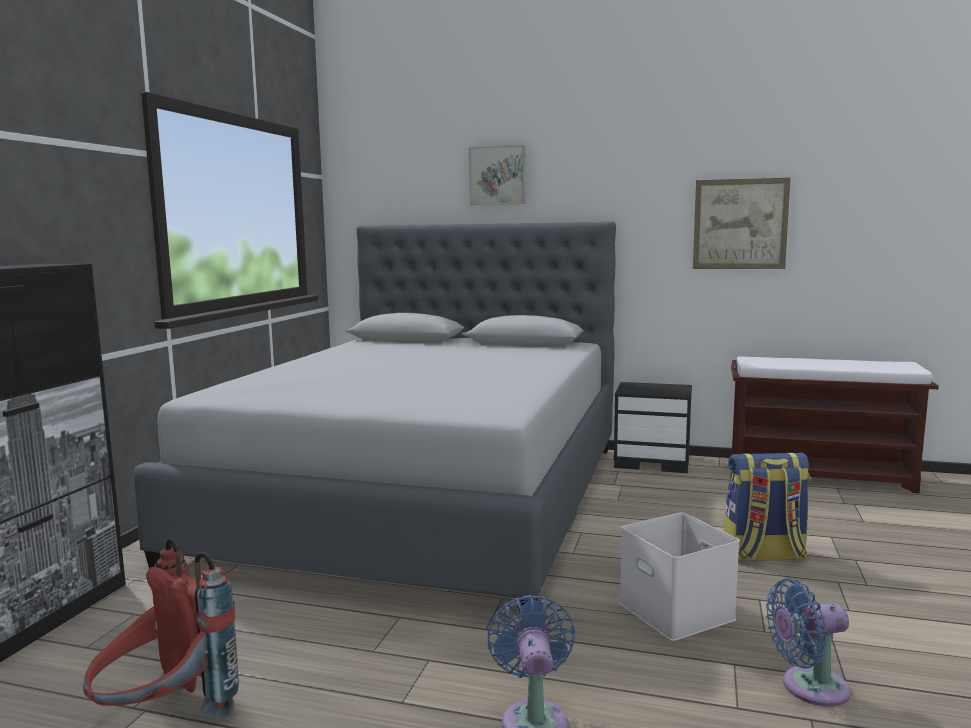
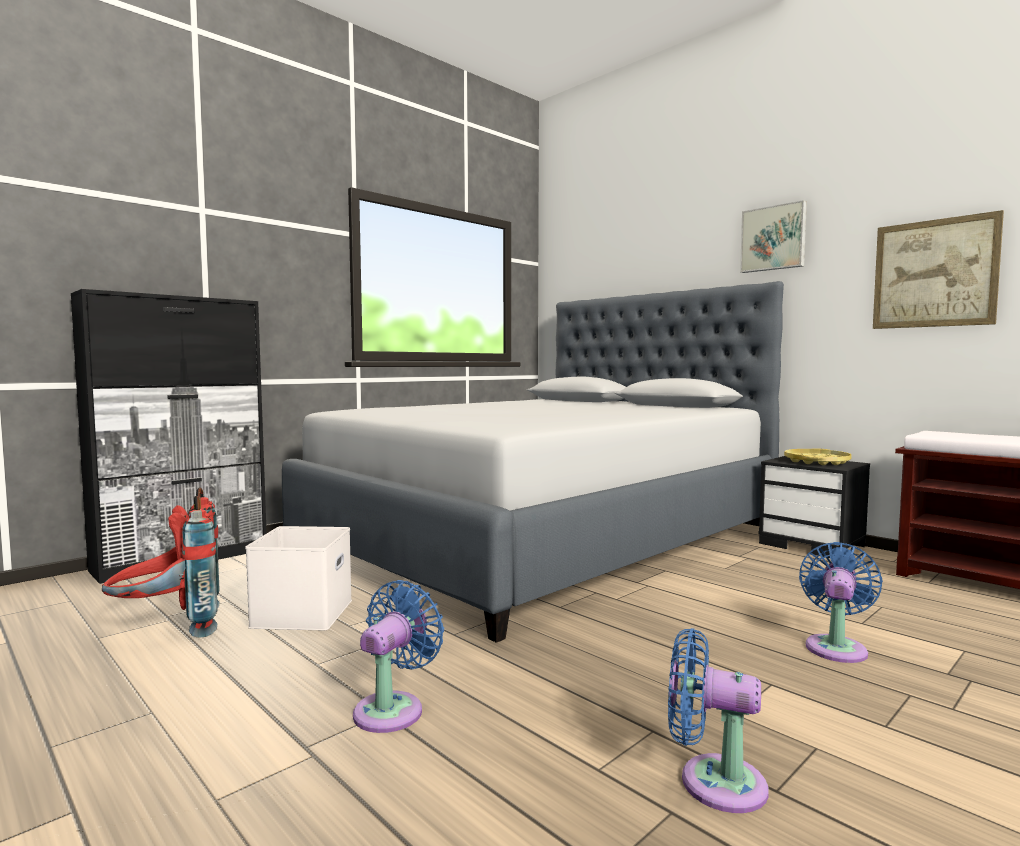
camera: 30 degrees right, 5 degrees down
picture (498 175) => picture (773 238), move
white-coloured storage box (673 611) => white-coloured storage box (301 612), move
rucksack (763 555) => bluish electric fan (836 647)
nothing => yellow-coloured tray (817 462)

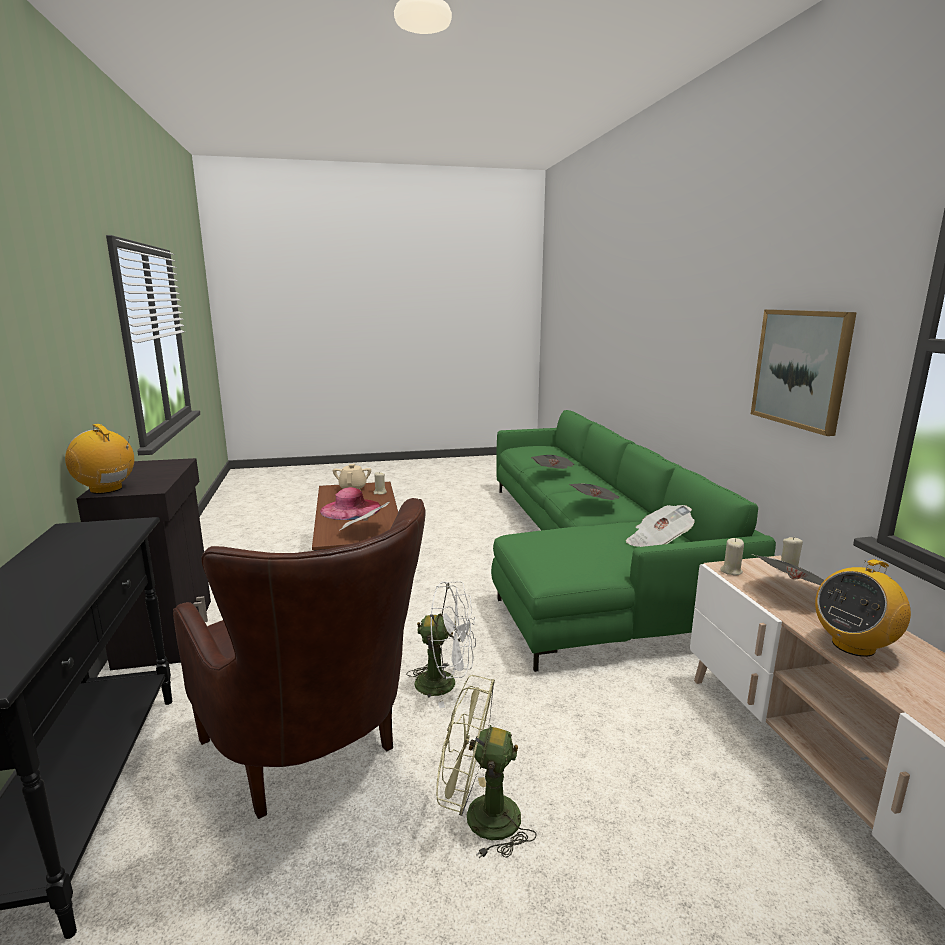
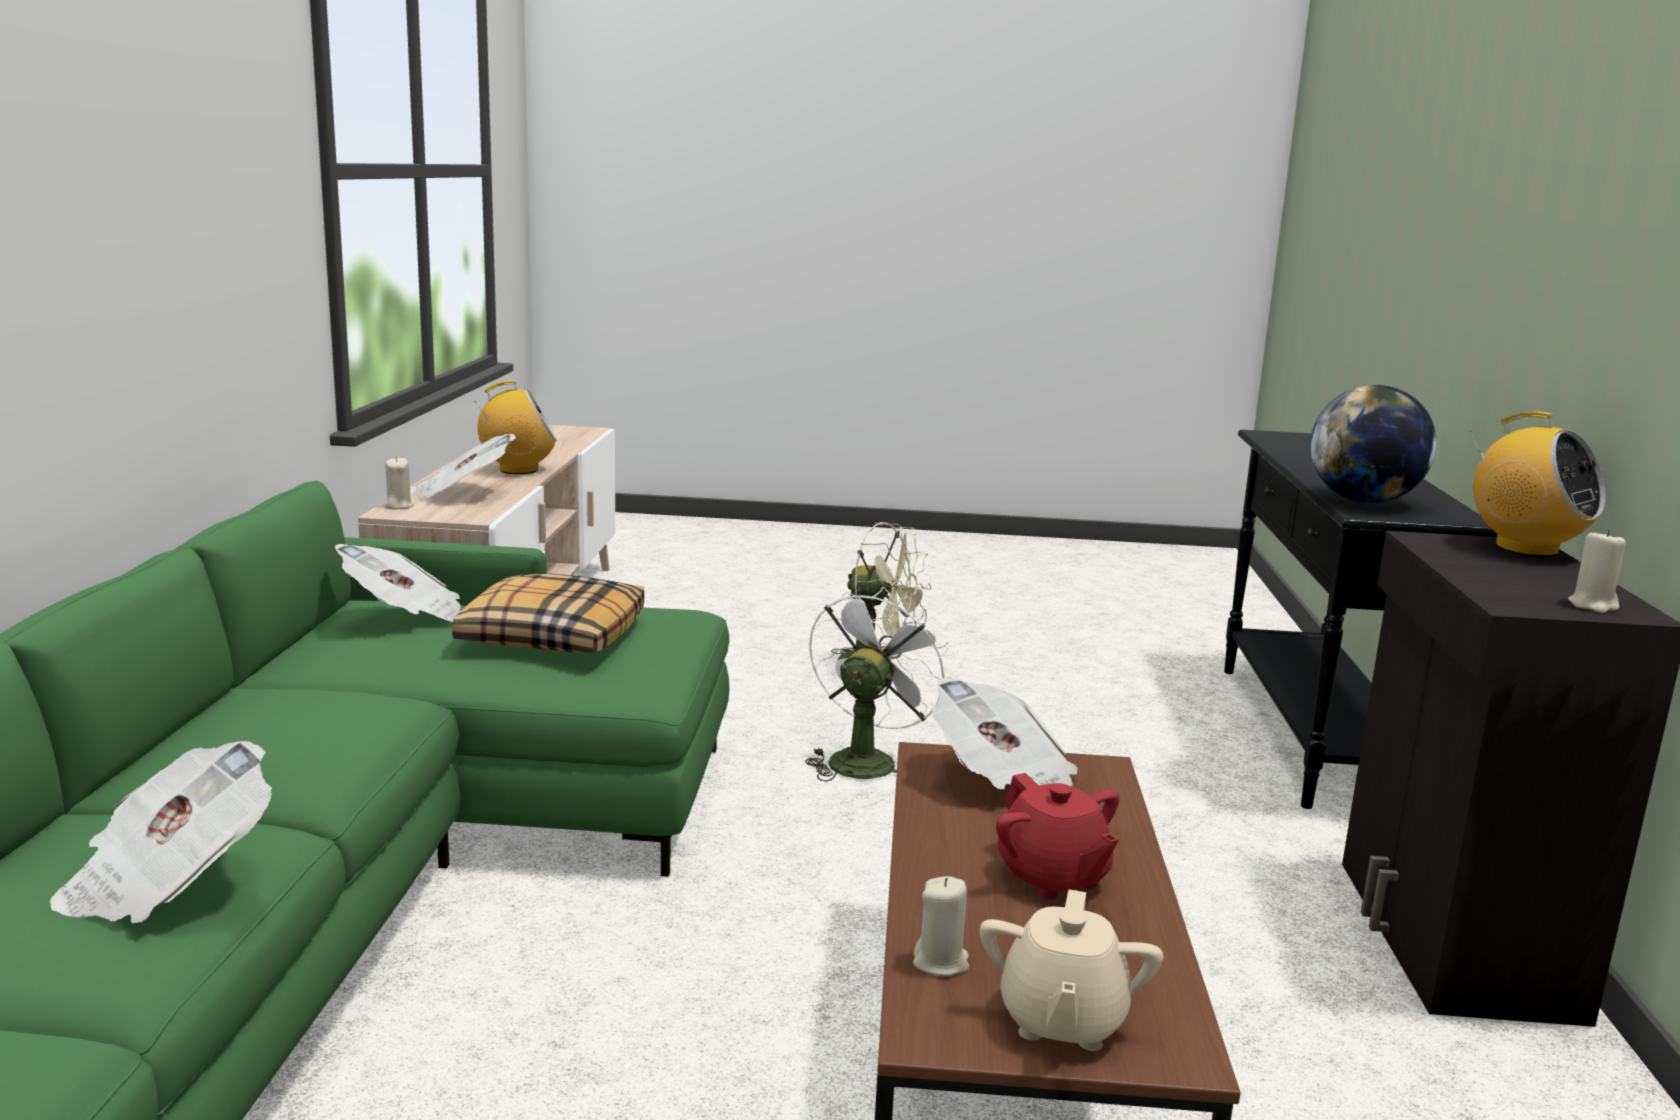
camera: 165 degrees left, 0 degrees up
brown-coloured armchair (313 759) => nothing
pinkish wearable hat (350 509) => red-coloured teapot (1052 878)
white-coloured electric fan (445 684) => white-coloured electric fan (865 759), 90 degrees clockwise
daily paper (595 505) => nothing
beige-coloured candle (731 571) => beige-coloured candle (1593 605), move
picture (801 368) => nothing
nothing => pillow (551 636)
nothing => globe (1363 501)

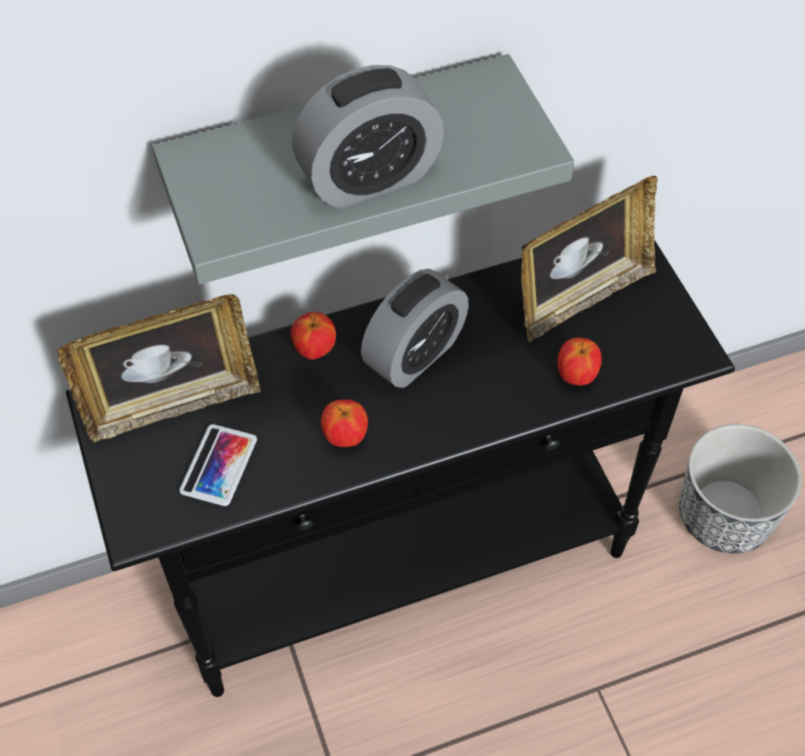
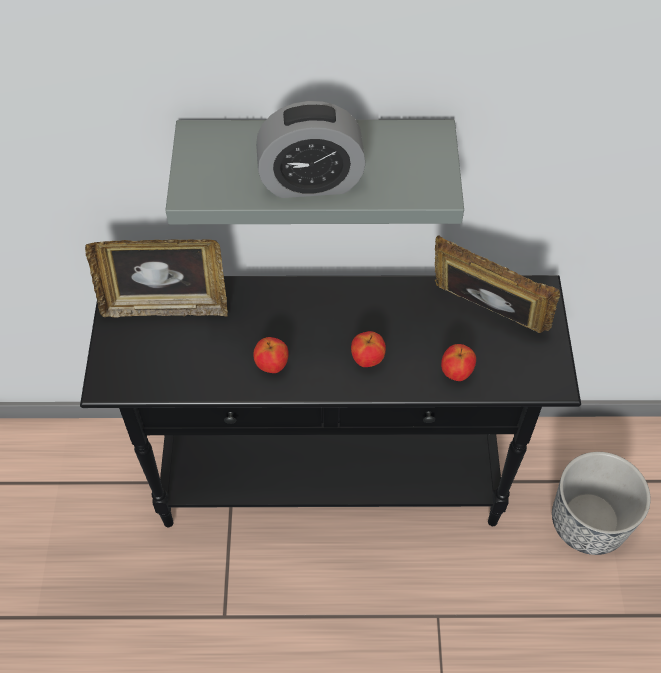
camera: 20 degrees right, 0 degrees up
telephone (219 465) => nothing
apple fruit (315 350) => apple fruit (367 360), move
table clock (414 354) => nothing
standing frame (580 296) => standing frame (485 316), 135 degrees counterclockwise

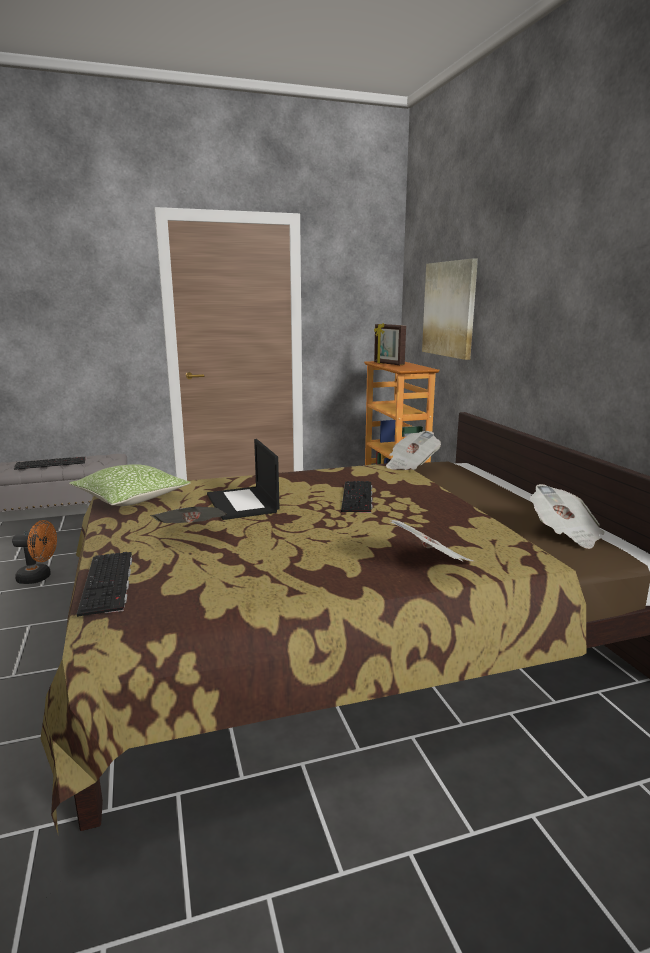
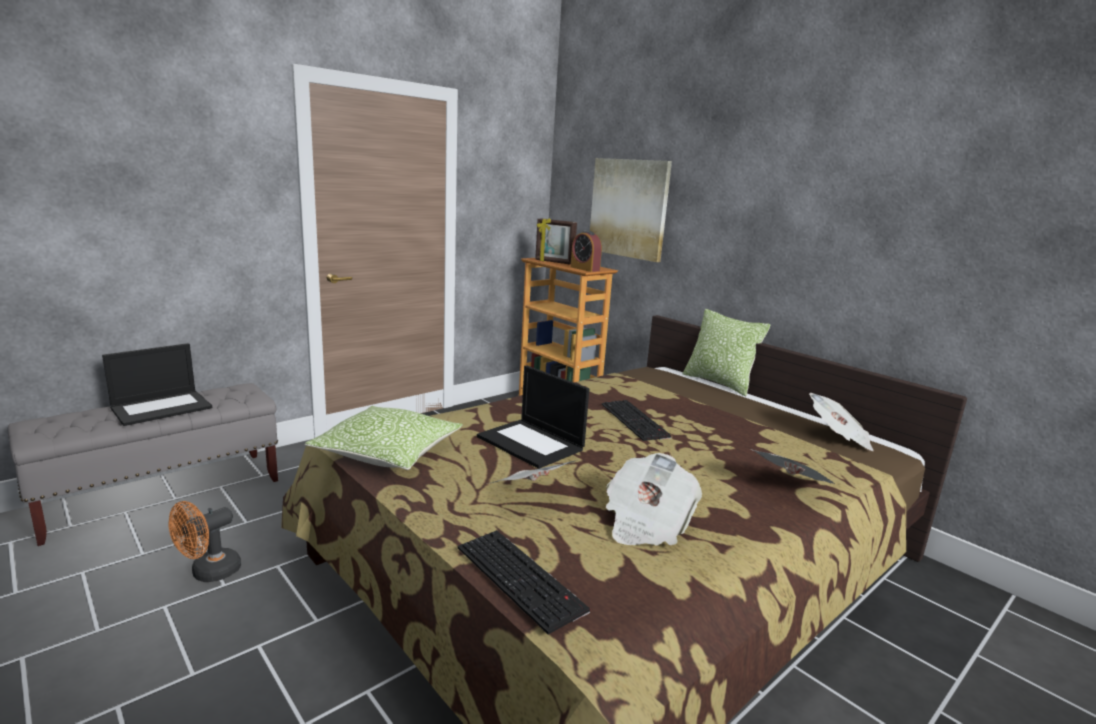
camera: 25 degrees left, 0 degrees up
orange-coloured electric fan (39 577) => orange-coloured electric fan (209 573), 150 degrees clockwise
computer keyboard (51 463) => notebook computer (162 407)
daily paper (411 465) => daily paper (646 523), move
nothing => table clock (585 269)
nothing => pillow (719 383)

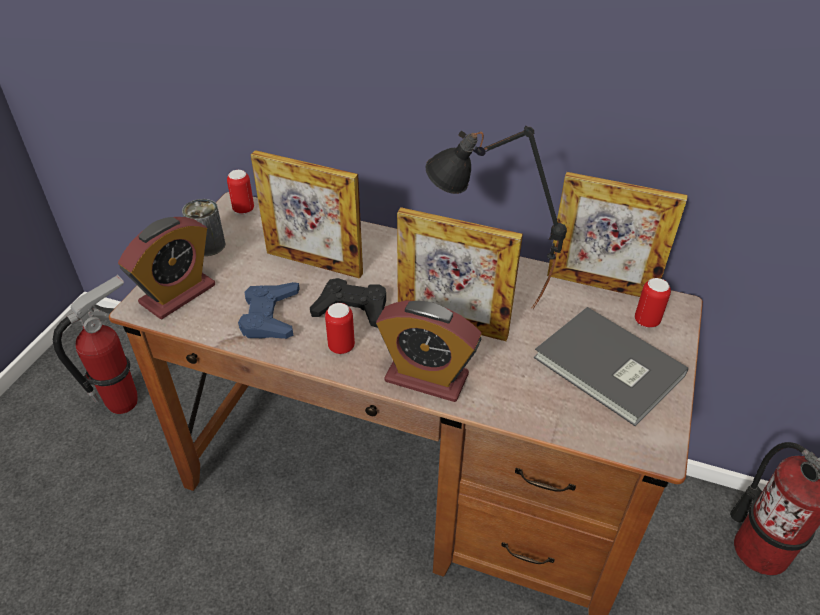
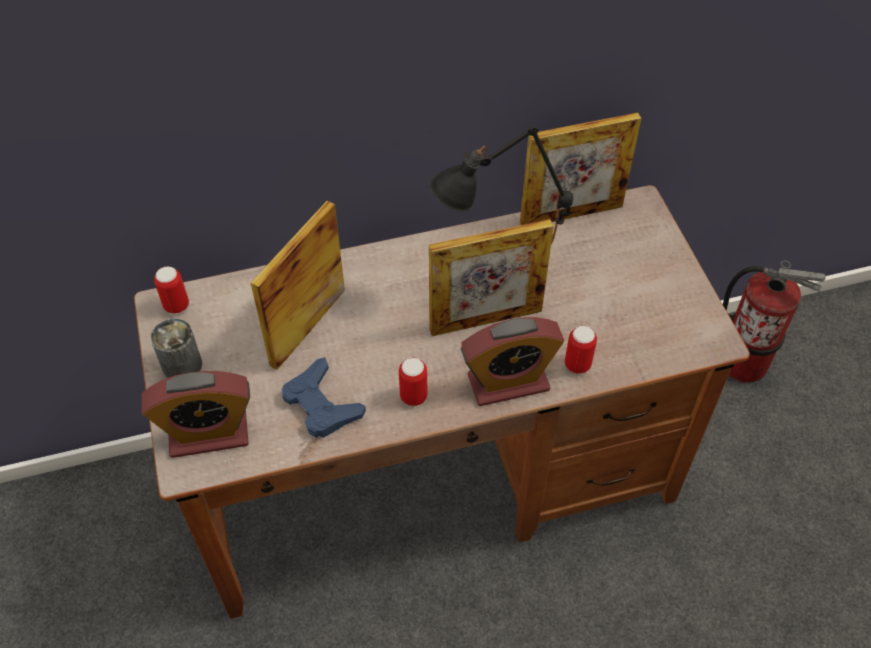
camera: 35 degrees left, 10 degrees up
fire extinguisher (124 402) => nothing
table clock (178 294) => table clock (208 434), 75 degrees clockwise
standing frame (314 263) => standing frame (308 327), 135 degrees clockwise
blackish gamepad (352 308) => nothing
greyish volume (608 369) => nothing
sealed can (646 321) => sealed can (577 364), move

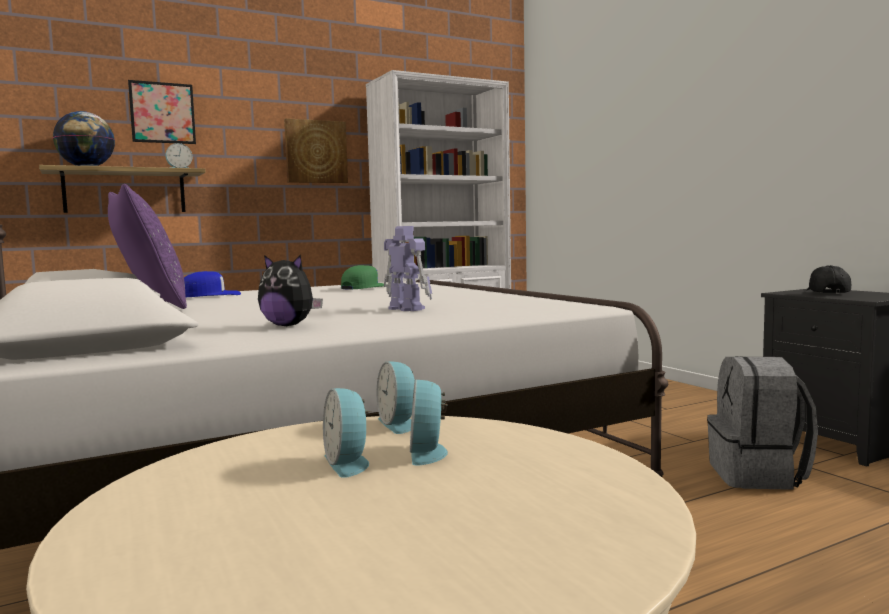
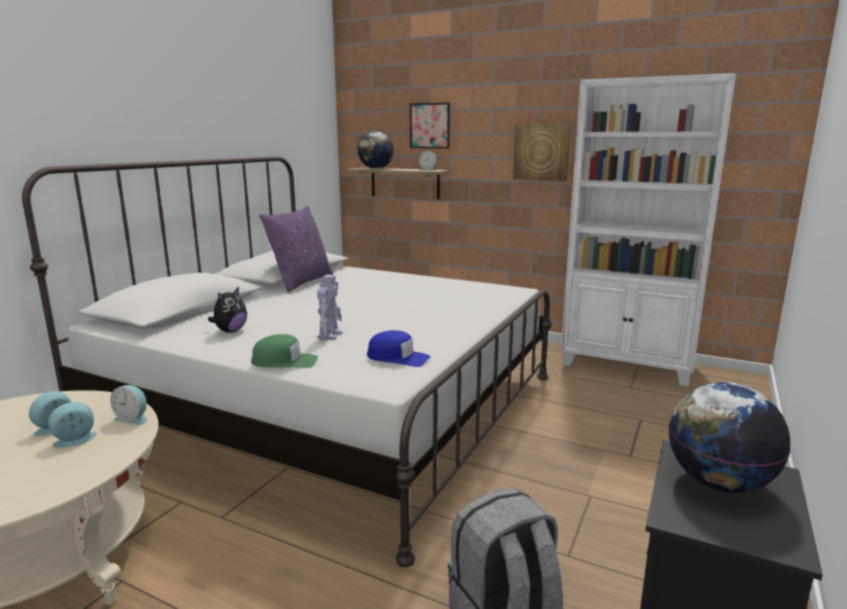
camera: 55 degrees right, 10 degrees up
bluish baseball cap (209 296) => bluish baseball cap (398 358), move
soft toy (289 325) => soft toy (230 331), 135 degrees counterclockwise
green baseball cap (364 288) => green baseball cap (285 361), move
table clock (399 424) => table clock (133 418), 105 degrees counterclockwise
blackish baseball cap (826 293) => globe (718 482)

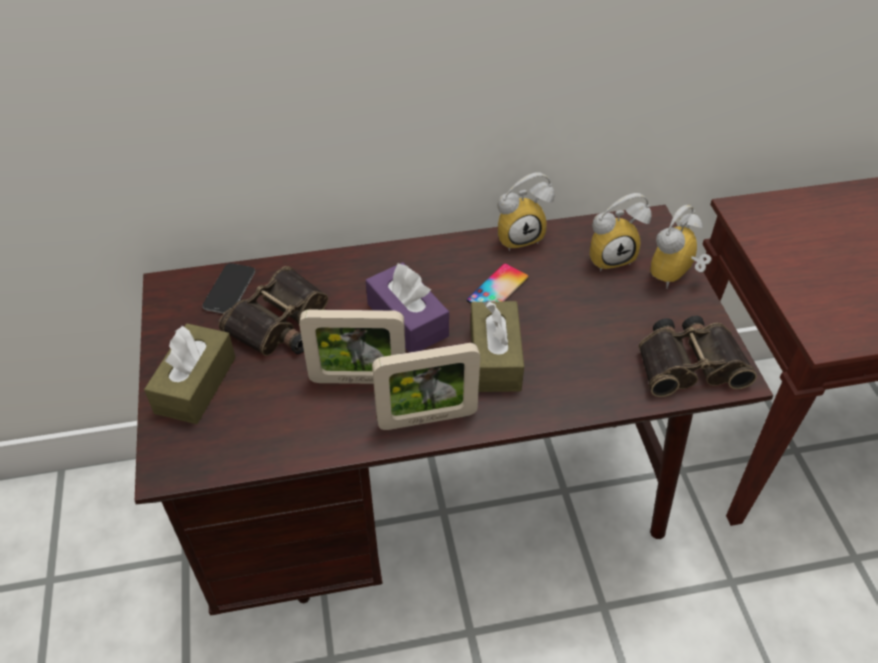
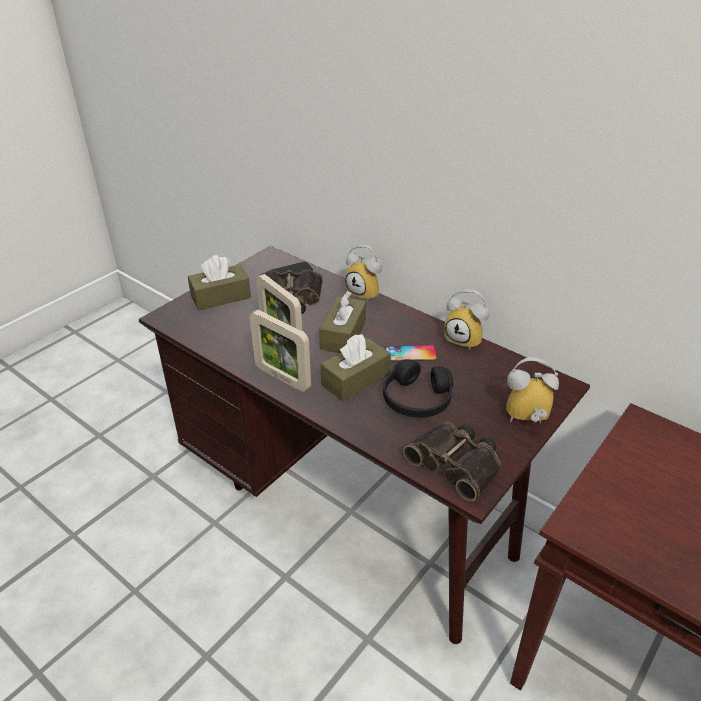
camera: 50 degrees right, 10 degrees down
purplish tissue box (407 320) => brown-coloured tissue box (343 335)
table clock (610 255) => table clock (366 293), move
nothing => blackish pair of headphones (417 399)

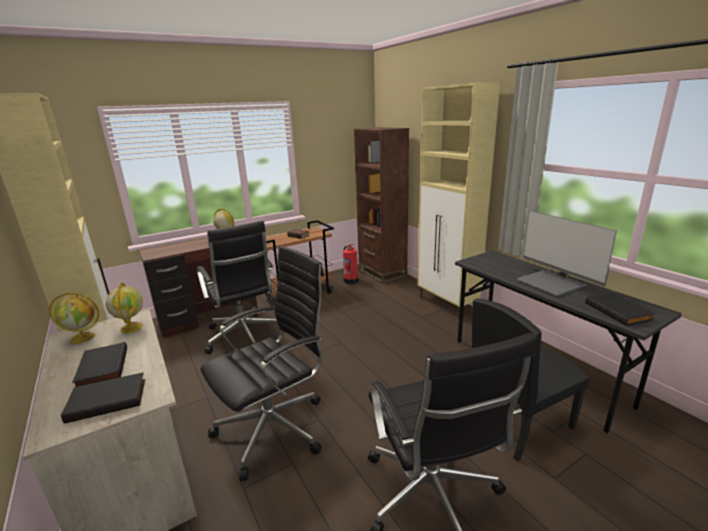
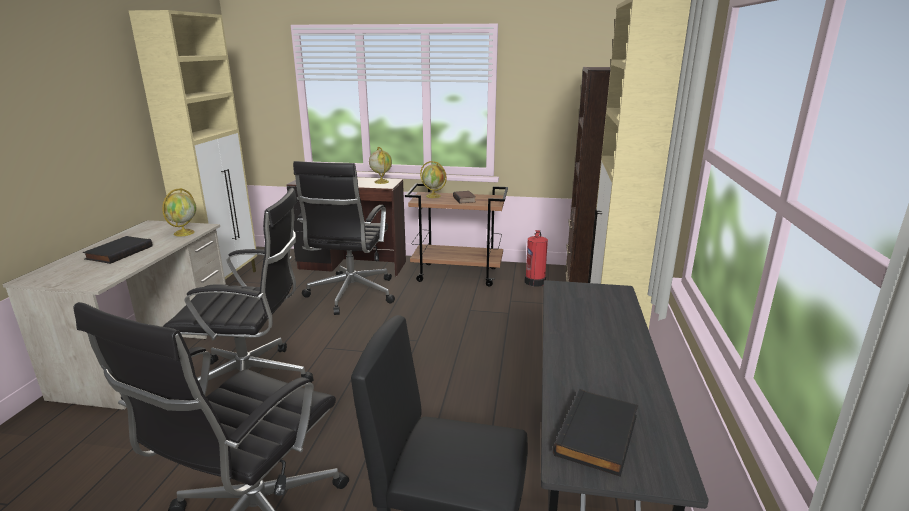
camera: 40 degrees right, 0 degrees up
globe (83 338) => globe (434 196), move
blackish volume (108 399) => nothing
computer display (552 283) => nothing

